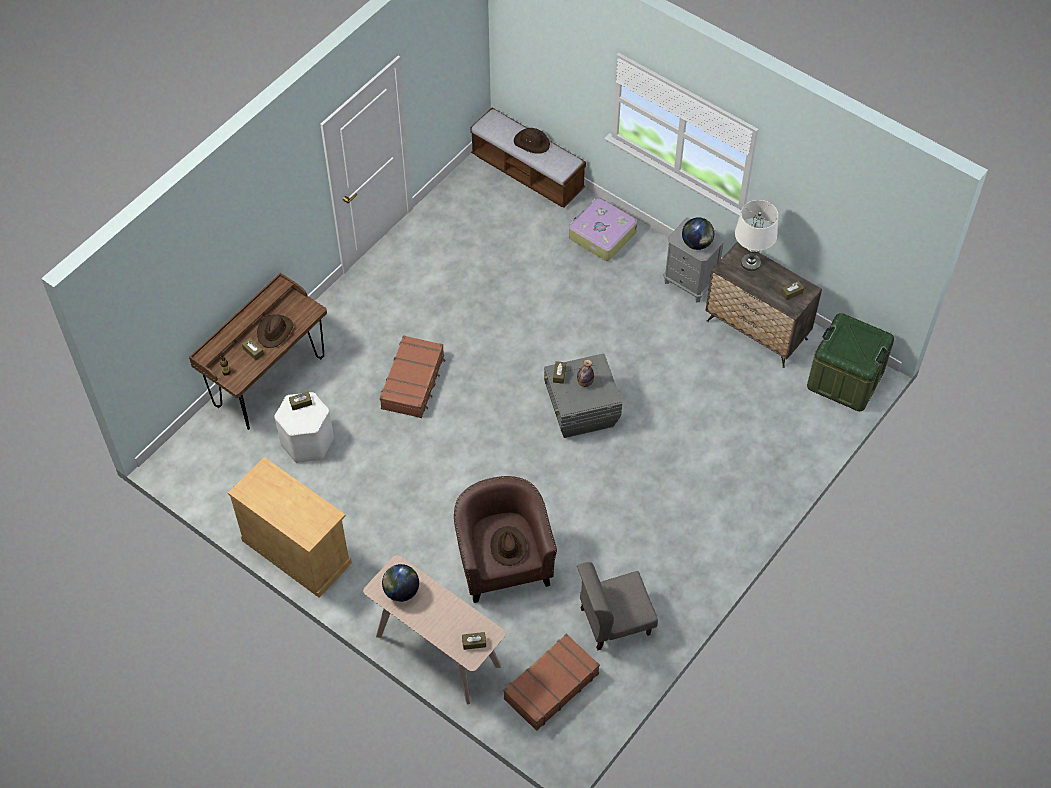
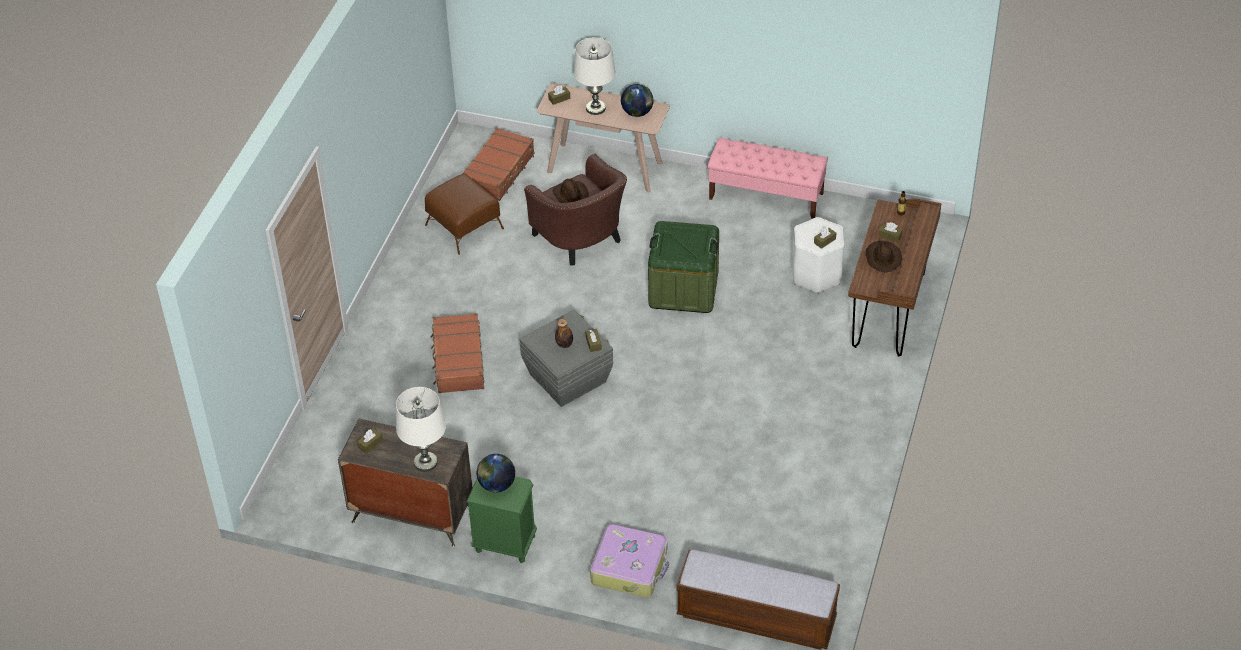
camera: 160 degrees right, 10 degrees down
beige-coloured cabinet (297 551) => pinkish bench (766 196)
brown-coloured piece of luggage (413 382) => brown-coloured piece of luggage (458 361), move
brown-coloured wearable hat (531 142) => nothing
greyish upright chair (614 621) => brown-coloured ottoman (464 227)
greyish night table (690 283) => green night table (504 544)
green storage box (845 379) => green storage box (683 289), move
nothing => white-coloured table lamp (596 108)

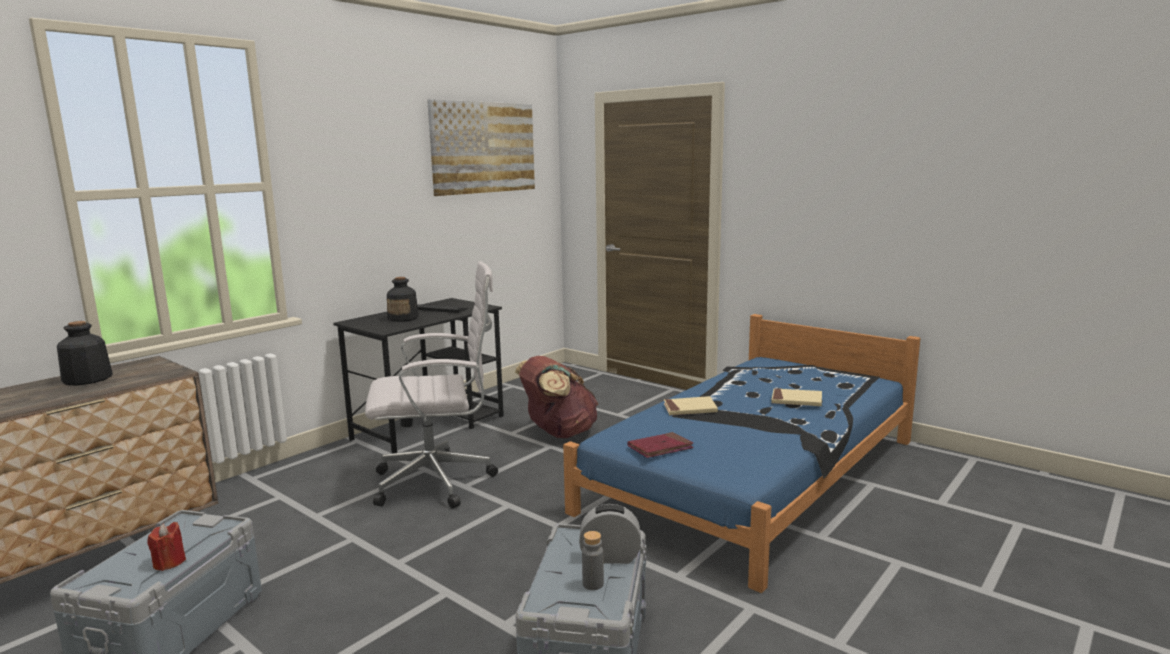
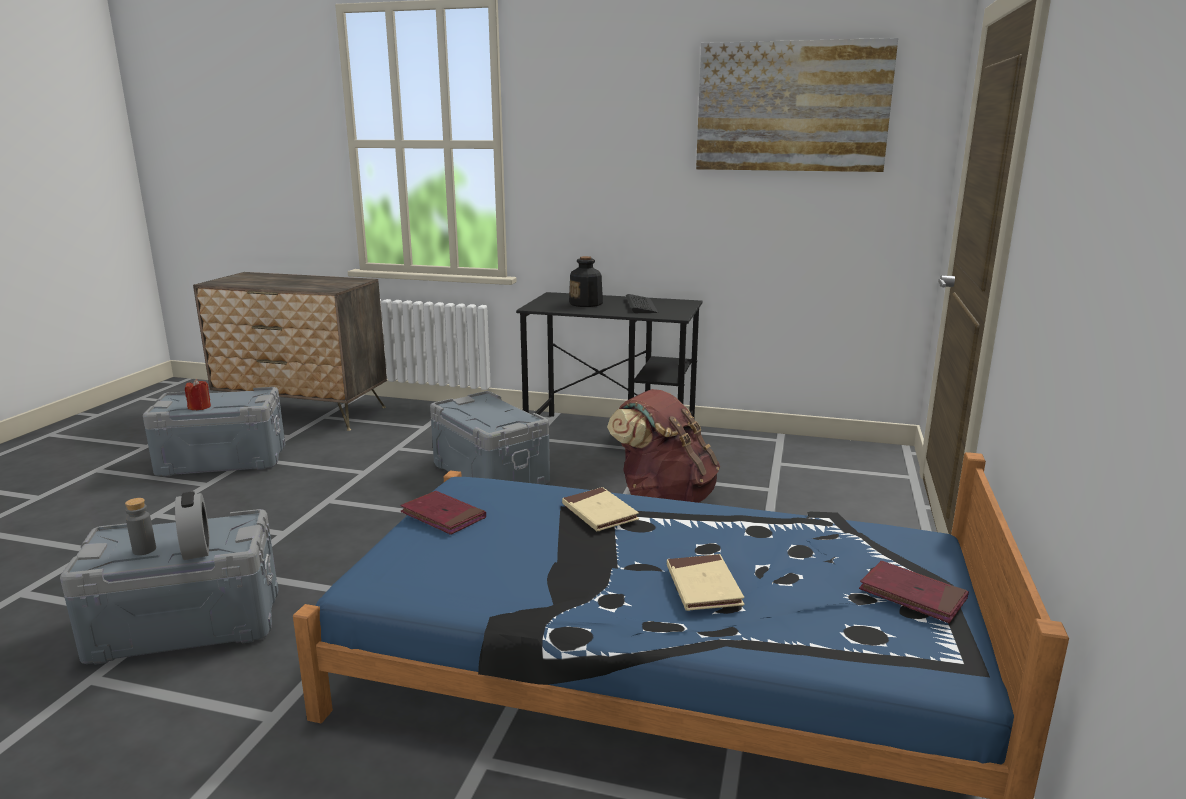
camera: 65 degrees right, 5 degrees up
beverage bottle (87 379) => nothing
white-coloured computer chair (439 482) => greyish storage box (489 474)
nothing => red-coloured volume (912 595)

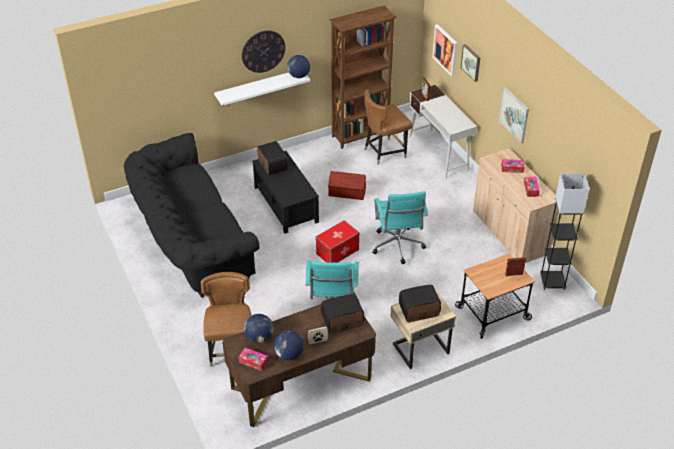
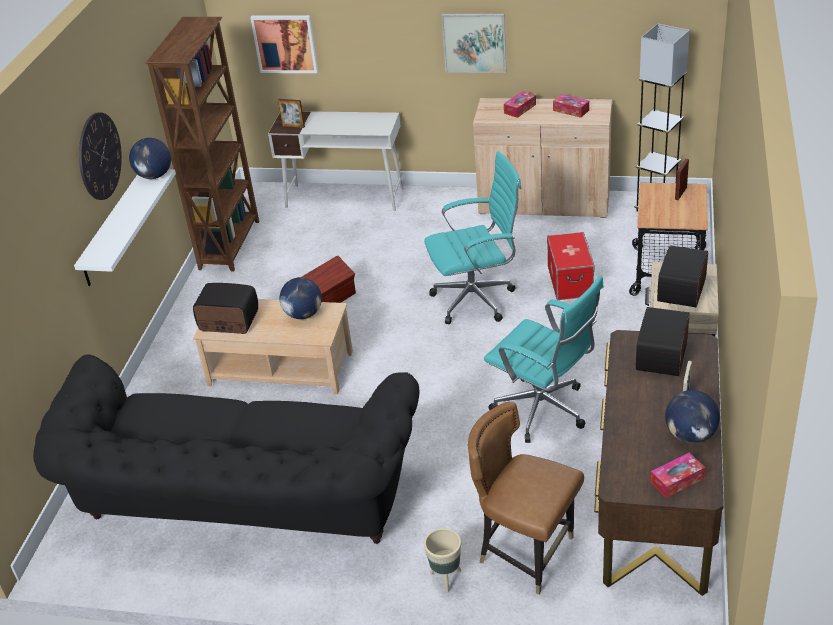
camera: 50 degrees left, 5 degrees down
globe (259 337) => globe (303 314), move
blackish low table (285 204) => beige-coloured low table (280 369)
storage box (337 251) => storage box (569 281), move
brown-coloured upright chair (384 152) => nothing
turquoise-coloured computer chair (398 247) => turquoise-coloured computer chair (477 299), 45 degrees counterclockwise
picture (471 62) => nothing
nothing => beige-coloured flower pot (445 579)

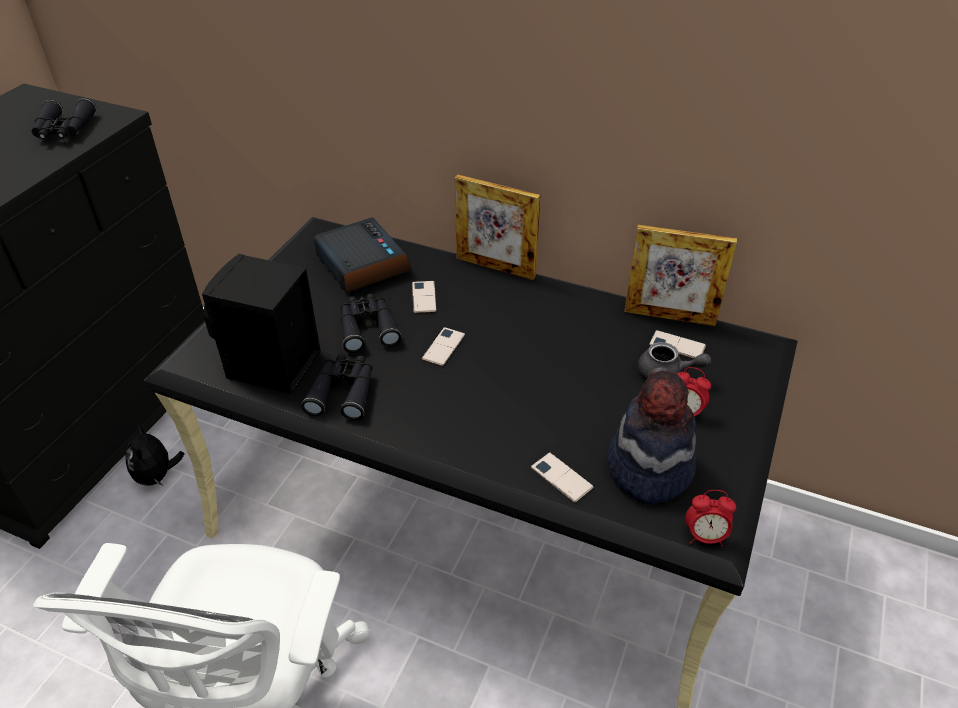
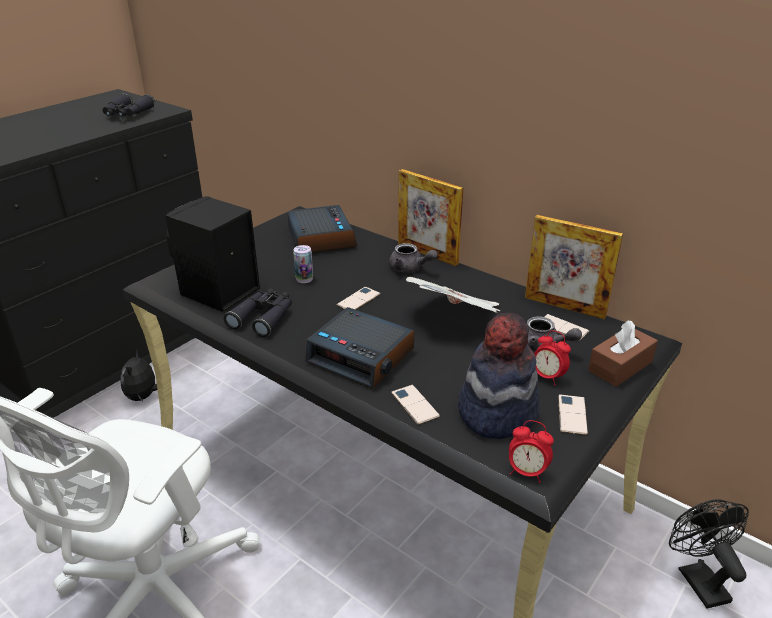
camera: 15 degrees right, 10 degrees down
blackish binoculars (367 328) => sealed can (304 279)
telephone (424 297) => telephone (572 415), move
nothing => table clock (362 356)
nothing => greyish teapot (410 268)
nothing => daily paper (456 317)
nothing => brown-coloured tissue box (620 366)
nothing => blackish electric fan (697 579)

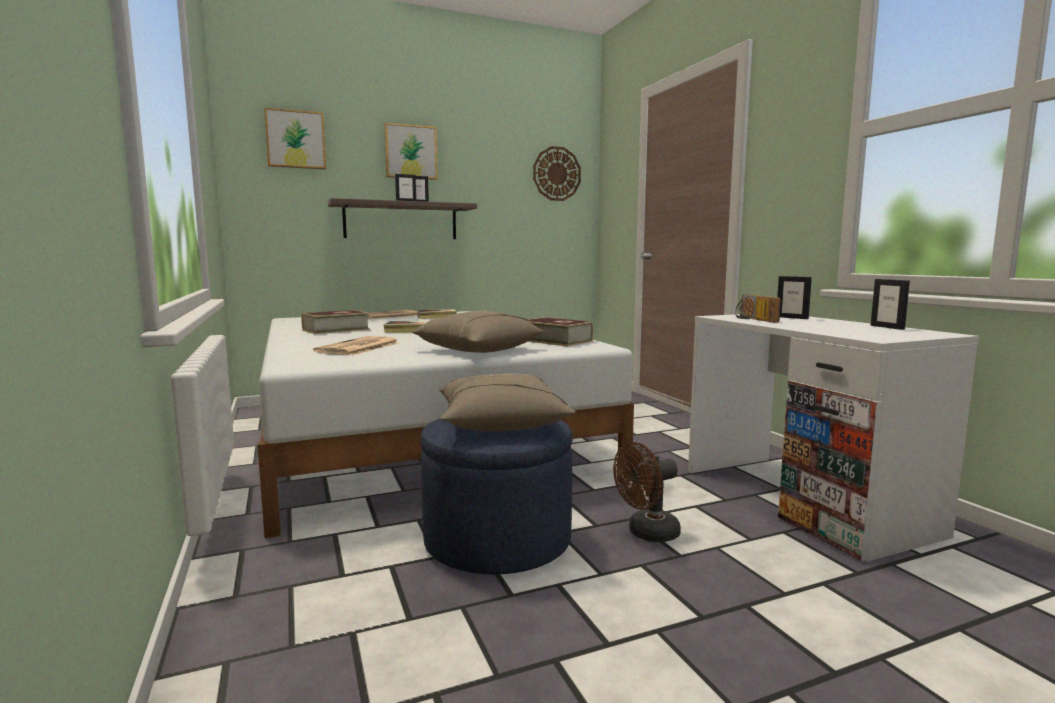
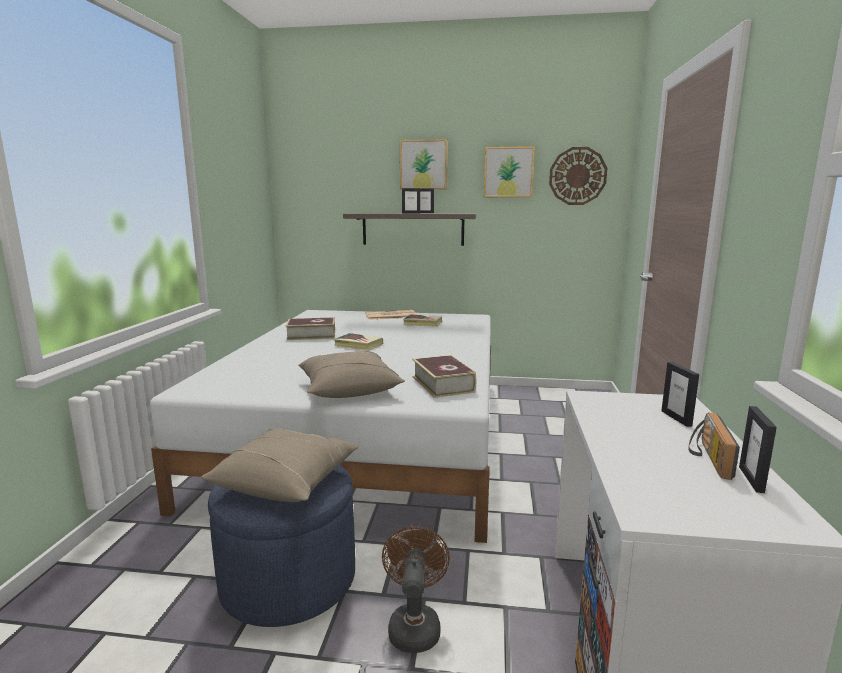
camera: 30 degrees right, 5 degrees up
picture (295 139) => picture (508 172), move
daily paper (358 347) => nothing
brown-coloured electric fan (647 534) => brown-coloured electric fan (414 625), 90 degrees clockwise
radio set (753 319) => radio set (707 458), move

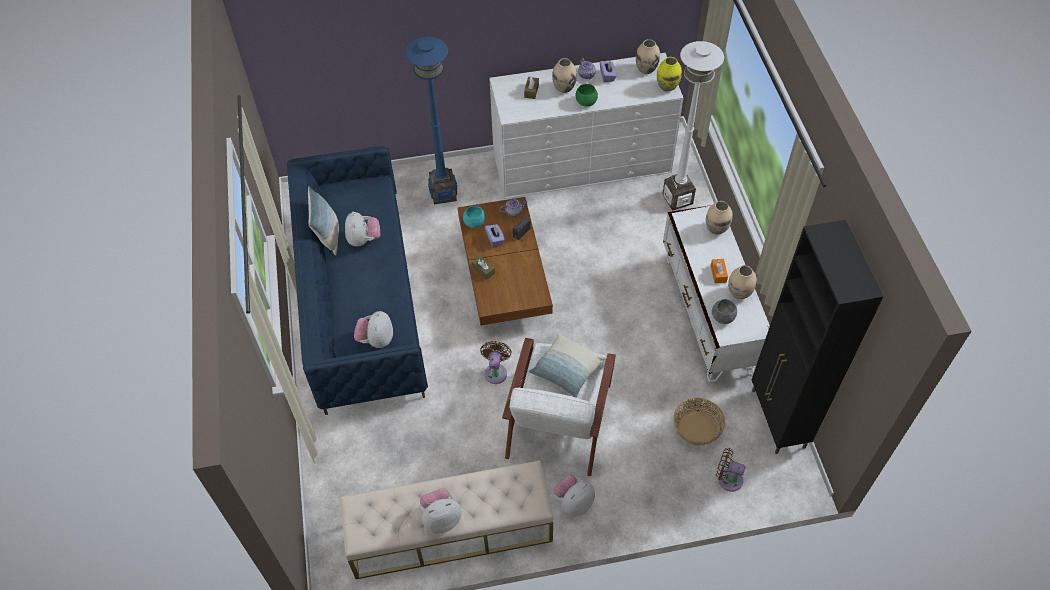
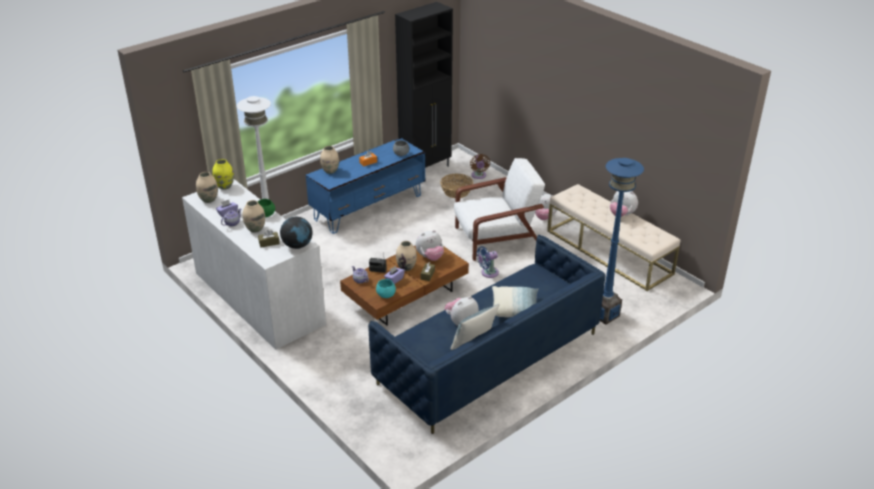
camera: 120 degrees left, 20 degrees down
soft toy (376 339) => soft toy (430 257), move
bluish standard lamp (443 194) => bluish standard lamp (605 315), move
brown-coloured electric fan (496 371) => bluish electric fan (488 273)
pillow (567 371) => pillow (514 308), move
white-coloured tv unit (708 314) => bluish tv unit (369 207)
beige-coloured vase (739 293) => beige-coloured vase (406 267), move
nothing => globe (297 245)

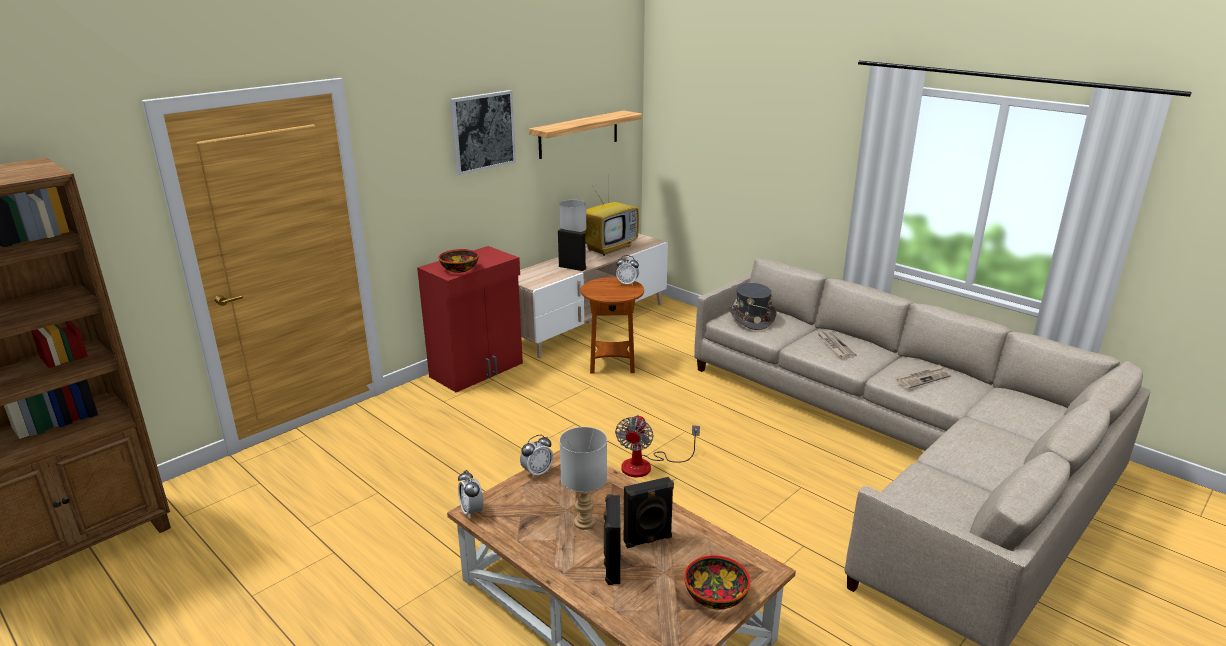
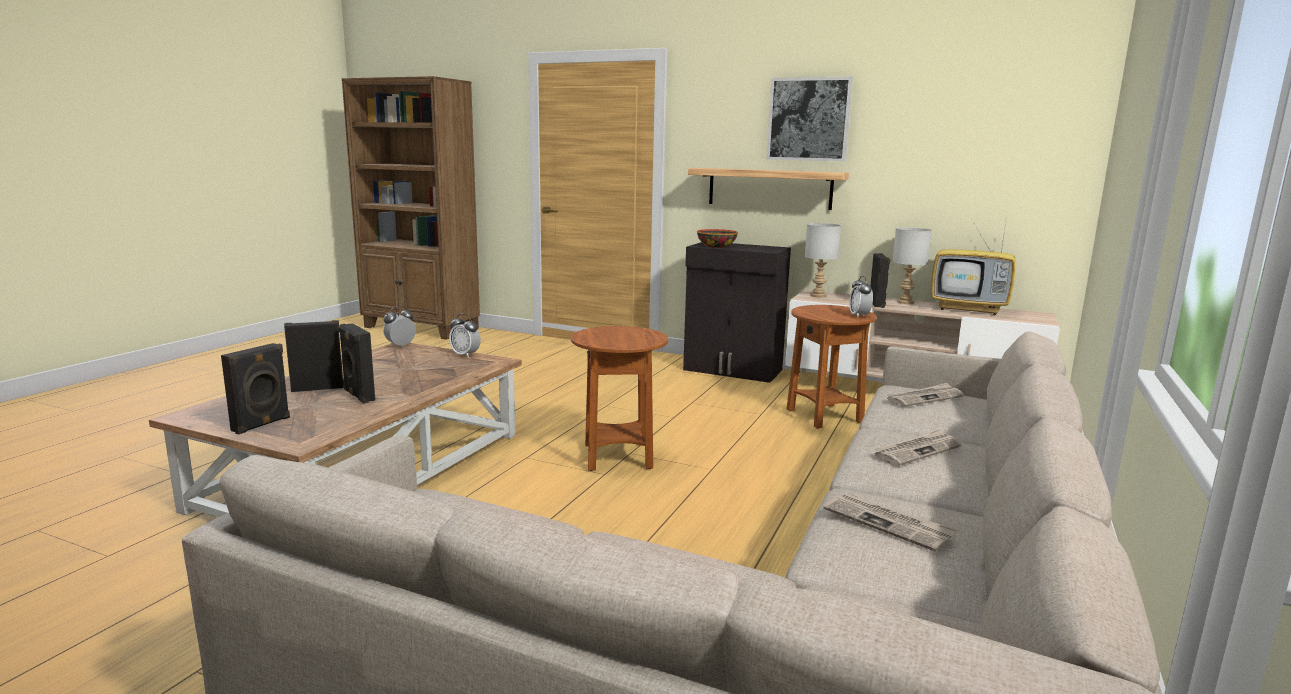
camera: 70 degrees right, 10 degrees down
red-coloured cabinet (478 370) => blackish cabinet (733 370)
bracket shelf (579 134) => bracket shelf (769 188), move
greyish table lamp (585 523) => greyish table lamp (818 296), move
electric fan (646 465) => brown-coloured accent table (618 457)
bowl (715 596) => blackish speaker (262 424)
greyish wearable hat (751 319) => daily paper (924 398)

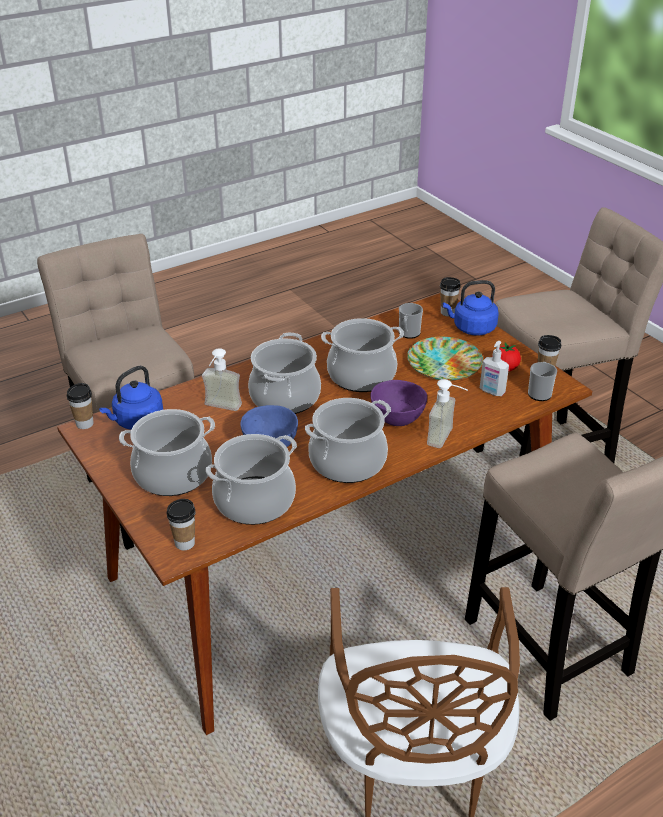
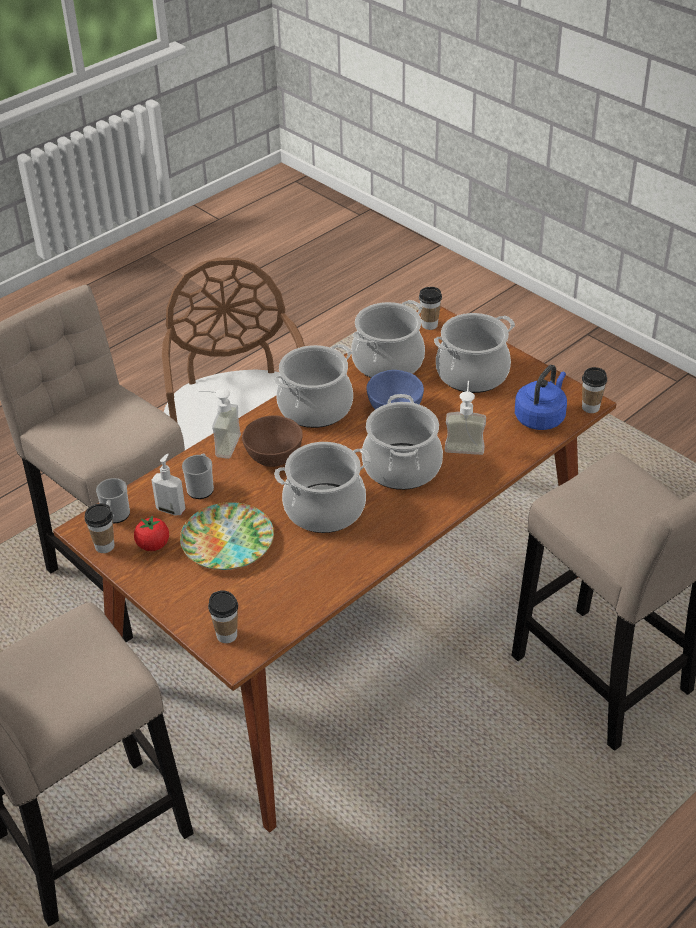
camera: 170 degrees right, 5 degrees up
purplish bowl (396 419) => brown-coloured bowl (275 459)
coffee mug (408 334) => coffee mug (201 487), move
bluish kettle (472 328) => nothing

